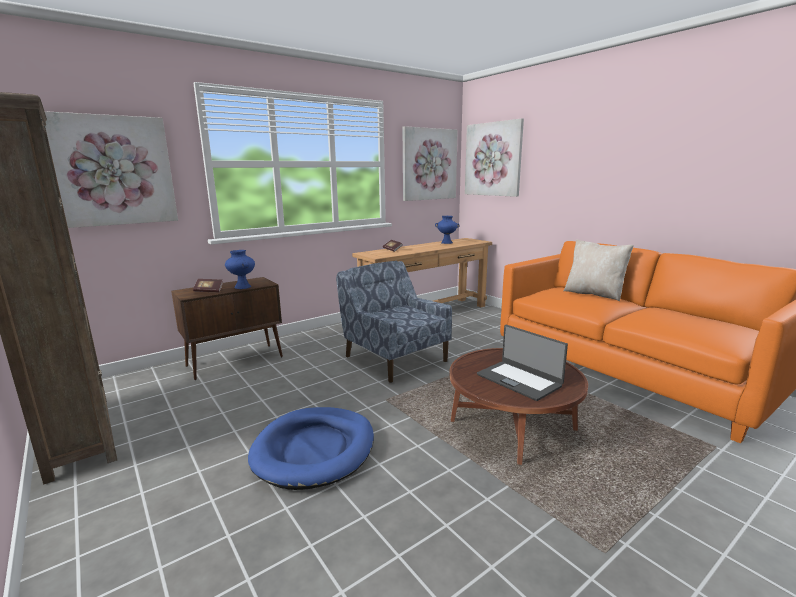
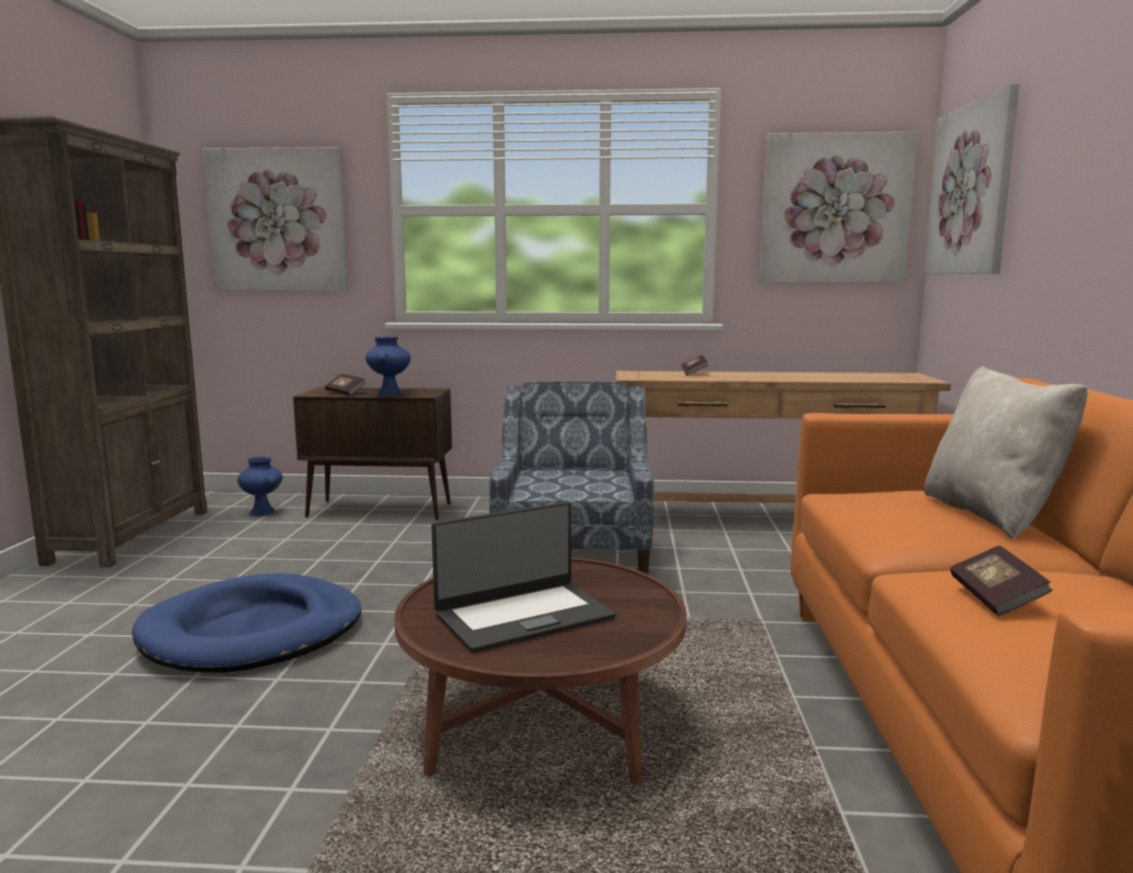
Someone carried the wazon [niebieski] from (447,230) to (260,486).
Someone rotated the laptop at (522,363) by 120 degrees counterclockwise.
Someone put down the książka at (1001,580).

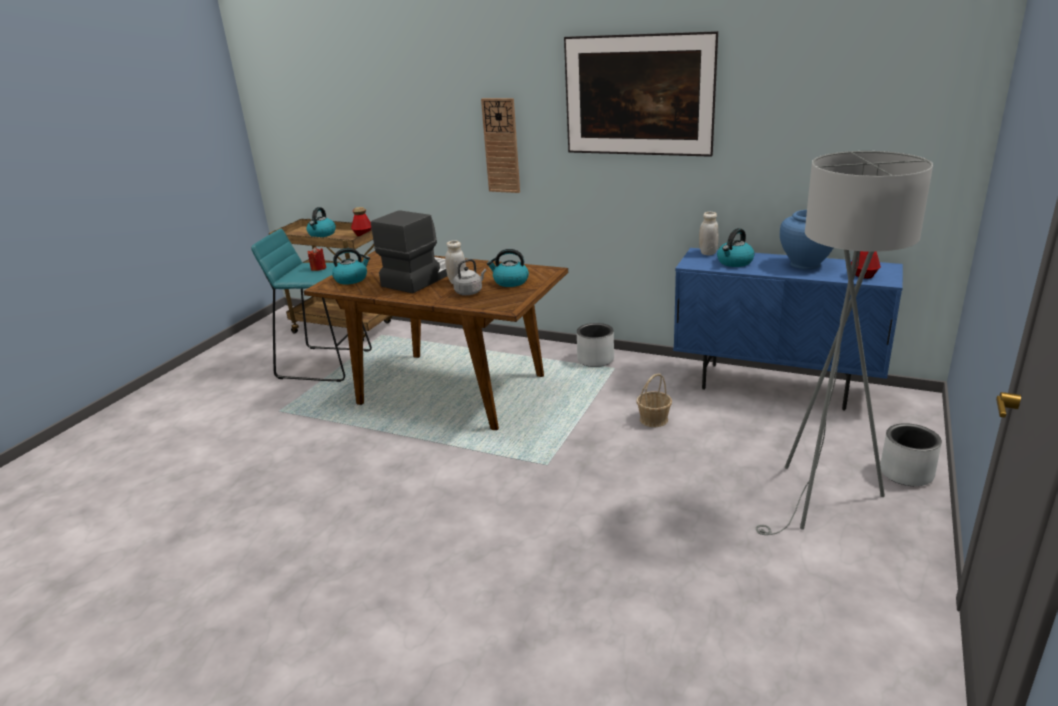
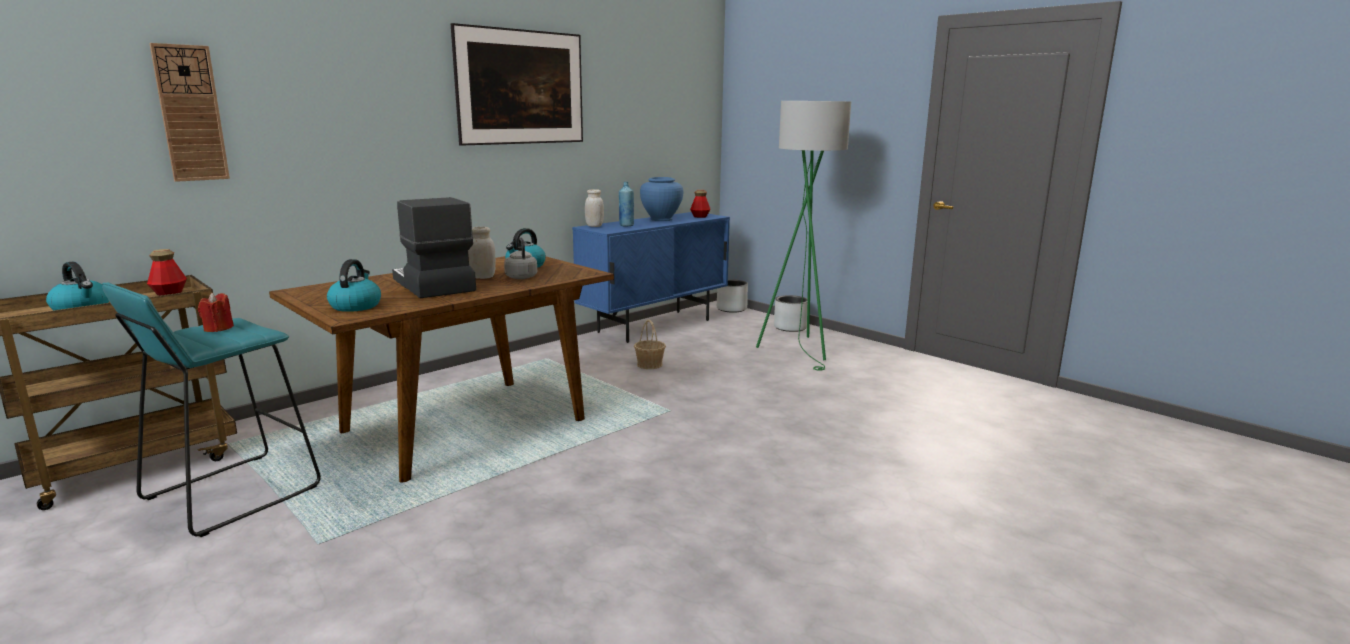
Someone carried the zegar ścienny from (500,145) to (189,112).
Someone repainted the lampa stojąca [szary] at (844,343), which became the lampa stojąca [zielony] at (803,236).
Someone swapped the czajnik at (736,247) for the butelka [niebieski] at (626,204).
Someone carried the donica [szary] from (595,345) to (732,296).

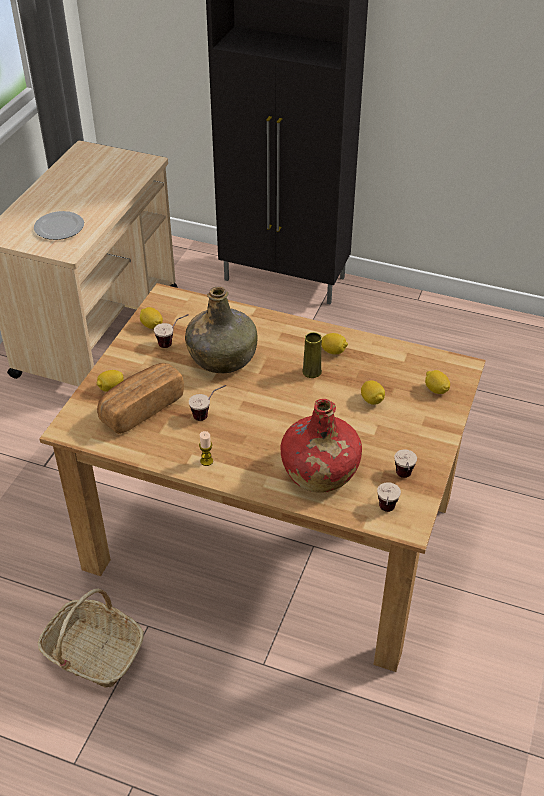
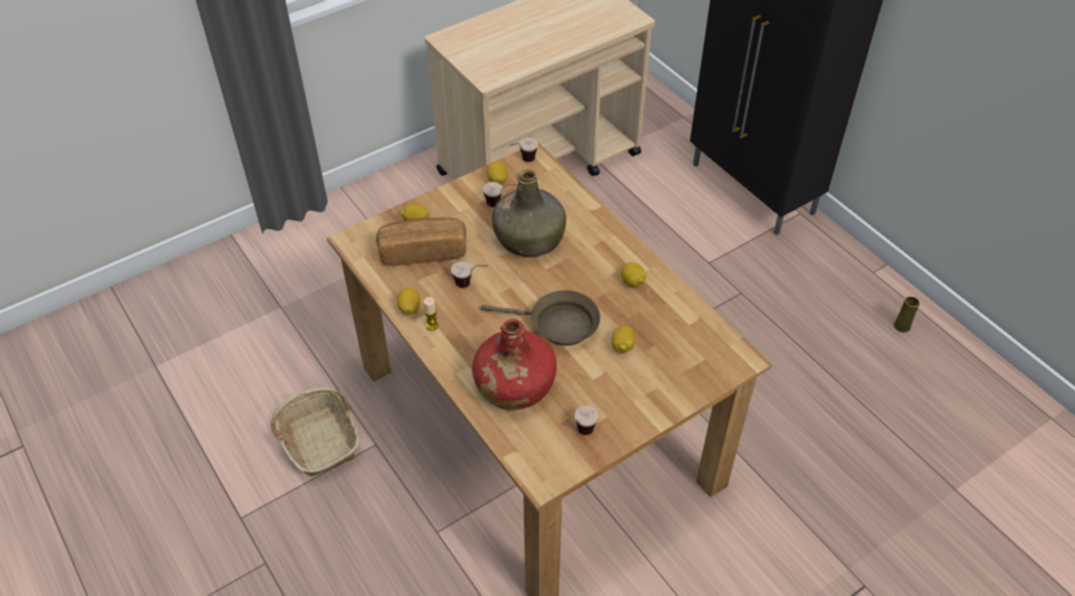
Someone took away the talerz at (59,225).
Someone carried the wazon [żółty] from (312,355) to (907,314).
Someone carried the cytryna from (437,382) to (408,300).
Someone carried the filiżanka from (389,497) to (523,150).
Someone put down the patelnia [brązowy] at (540,318).

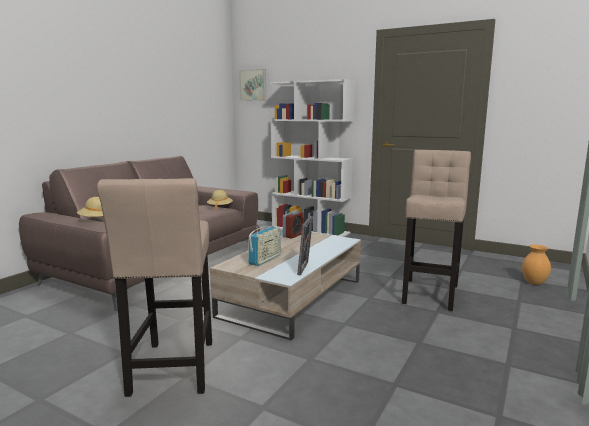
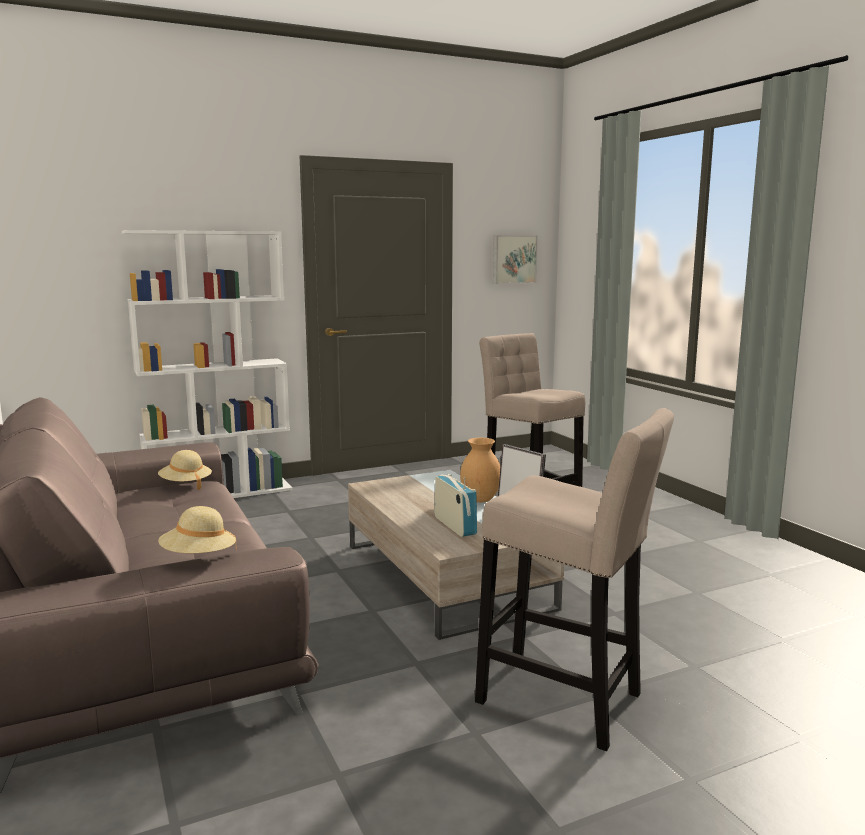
Someone carried the obraz from (252,85) to (515,259).
Someone took away the budzik at (293,225).
Someone carried the wazon [brązowy] from (536,265) to (480,470).

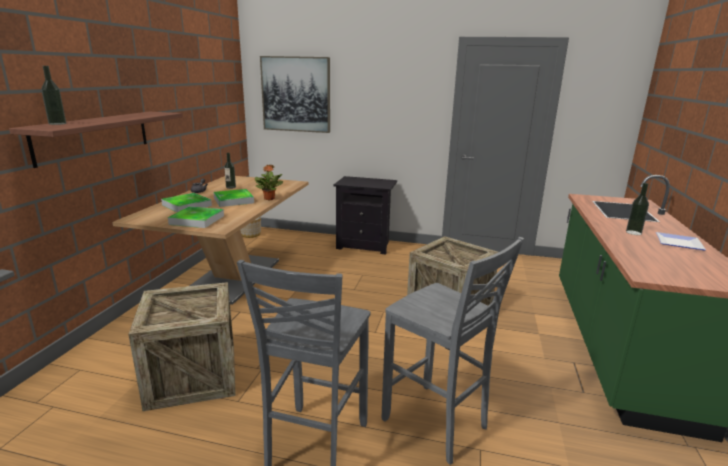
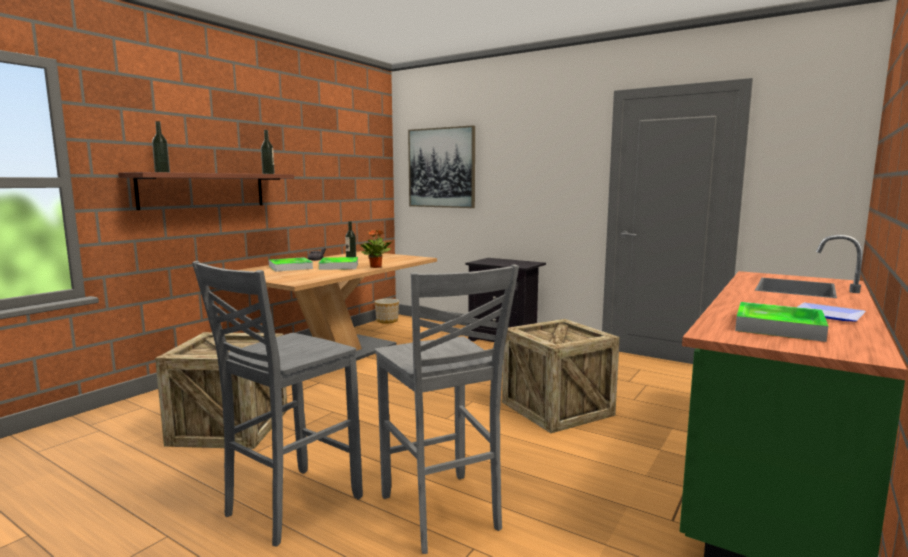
Someone carried the butelka from (637,209) to (268,152).
Someone carried the taca from (196,217) to (781,322).

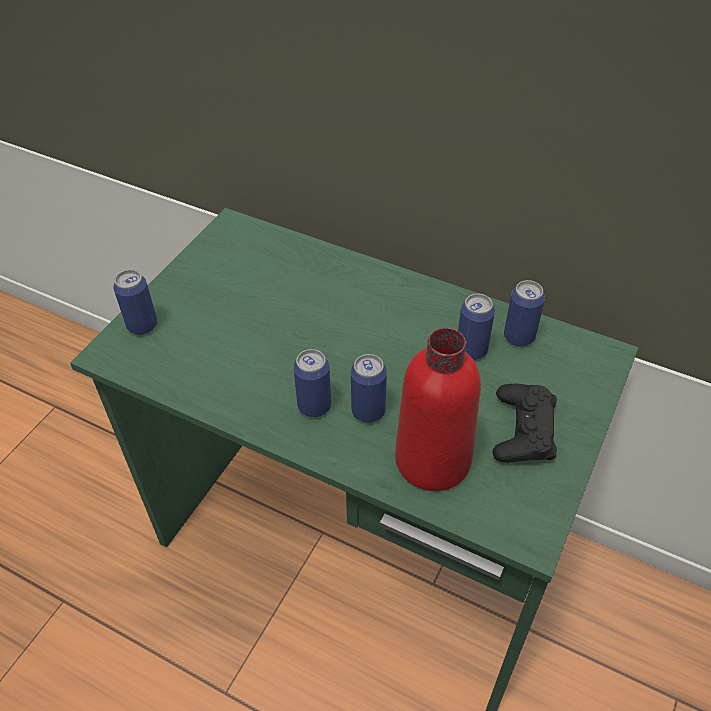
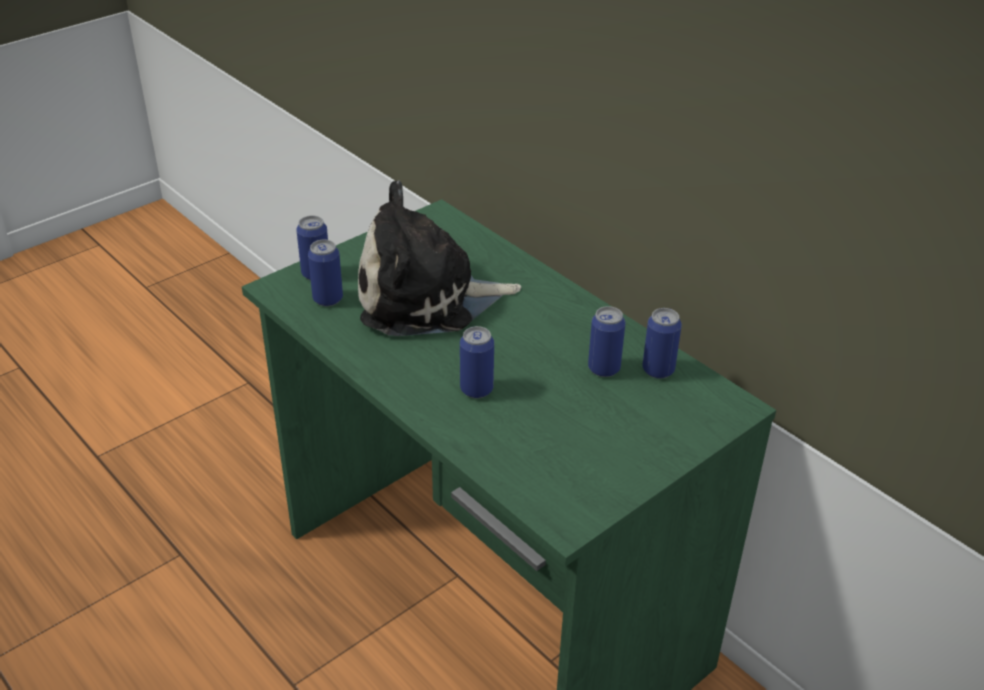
Someone took away the butelka [czerwony] at (438,409).
Someone carried the puszka from (312,383) to (325,272).
Someone took away the pad do gier [czarny] at (524,423).
Someone put down the pluszak at (439,258).

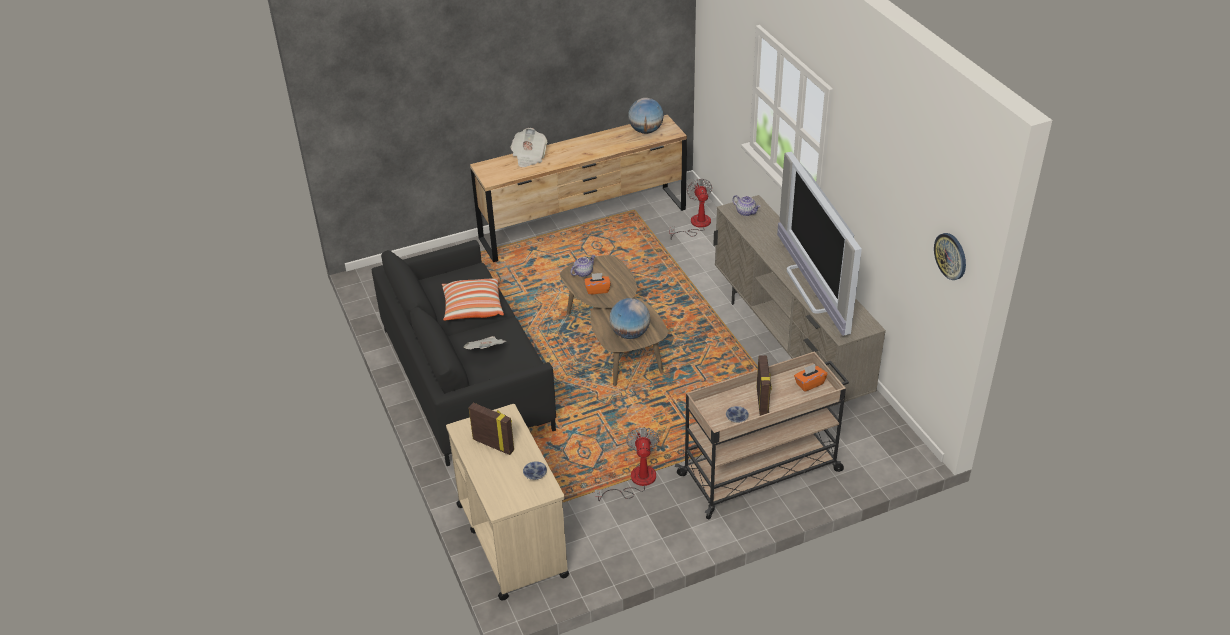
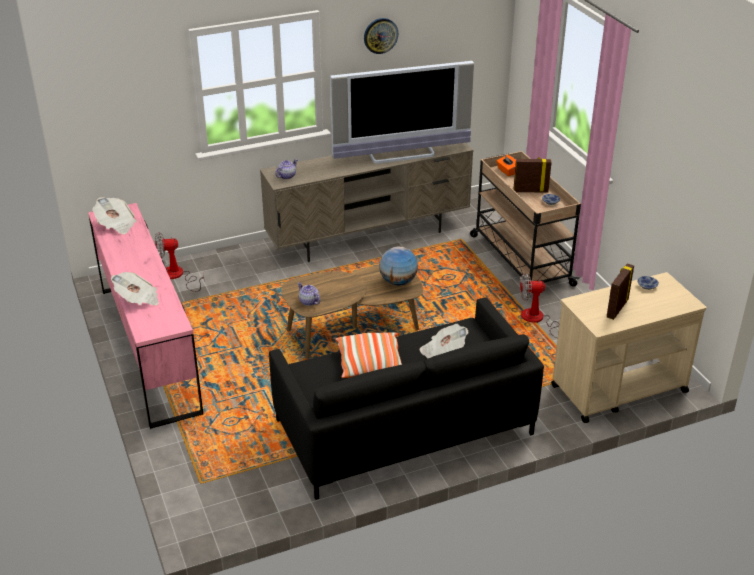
Someone swapped the globus at (646,116) for the gazeta at (114,215).
Someone repainted the komoda [brązowy] at (578,188), which became the komoda [różowy] at (145,316).
Someone carried the zegar ścienny from (950,256) to (381,36).
Someone took away the pudełko chusteczek [pomarańczowy] at (597,284).

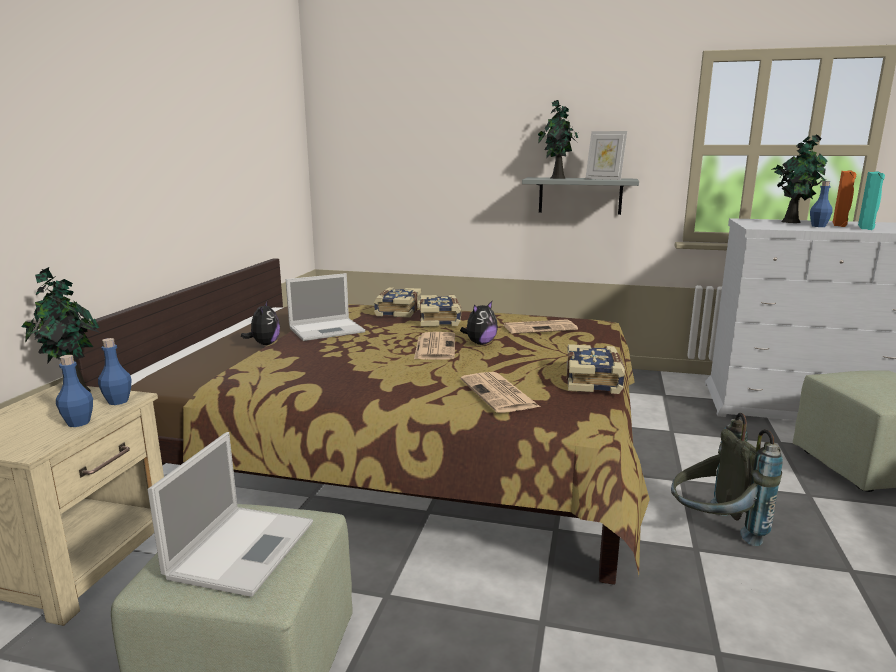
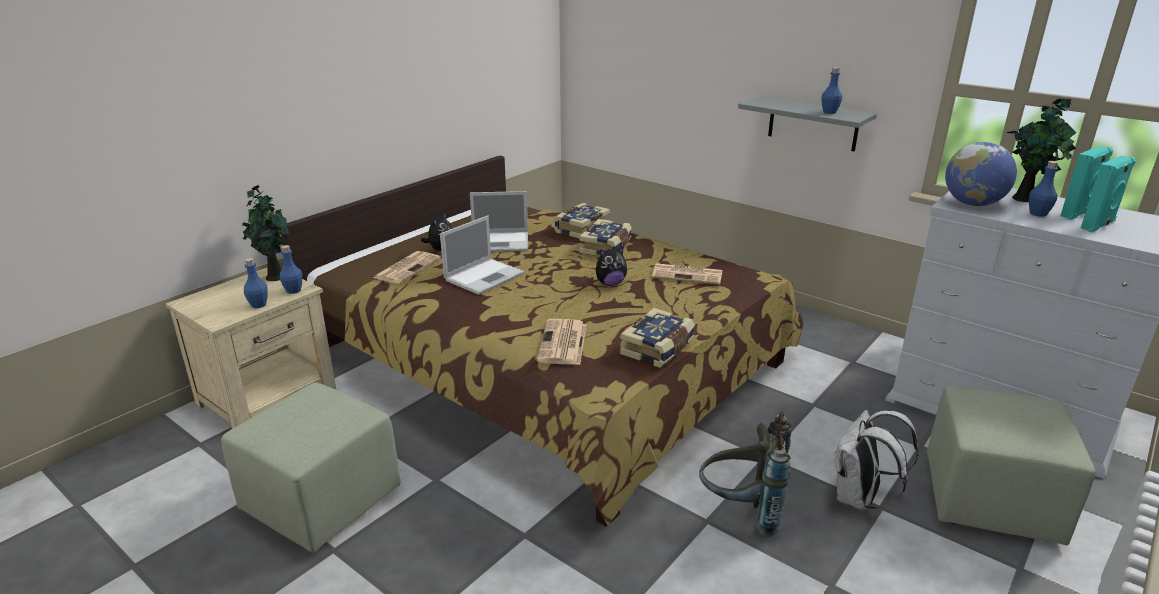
Someone took away the roślina doniczkowa at (558,139).
Someone swapped the ramka na zdjęcie at (606,155) for the butelka [niebieski] at (832,90).
Someone repainted the głośnik [pomarańczowy] at (844,198), which became the głośnik [turkusowy] at (1086,183).
Someone carried the gazeta from (434,345) to (406,267).
Someone carried the laptop from (230,514) to (482,255).
Someone put down the globus at (981,174).
Someone put down the plecak [biały] at (876,460).

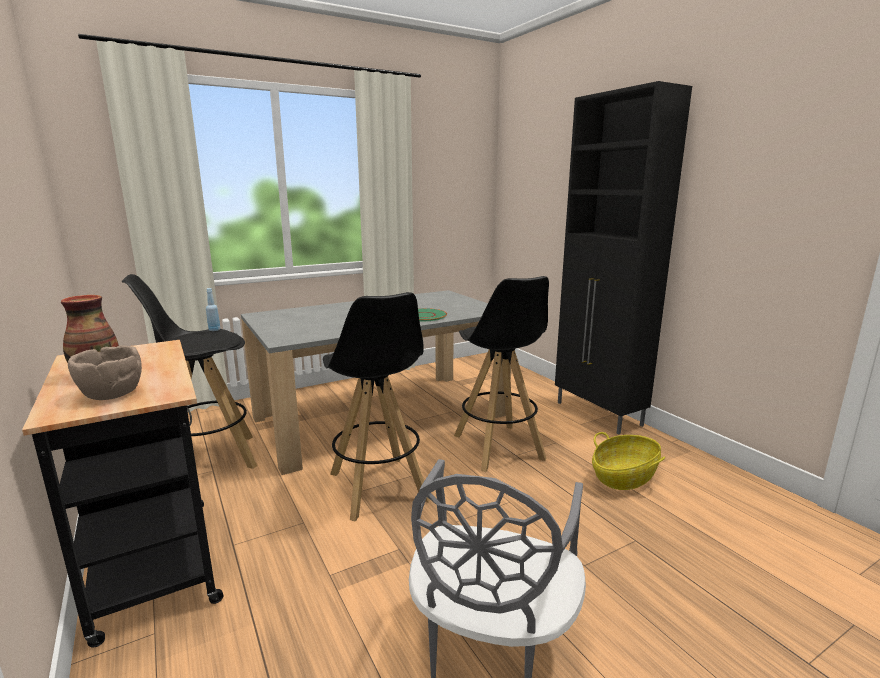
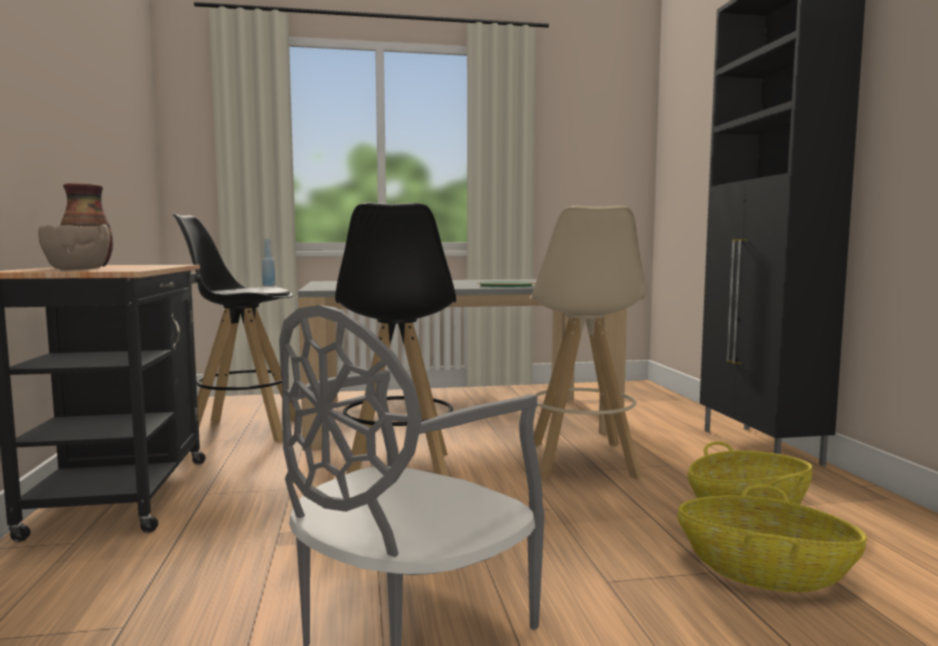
Someone repainted the stołek [czarny] at (501,374), which became the stołek [beżowy] at (587,342).
Someone put down the koszyk at (772,538).

